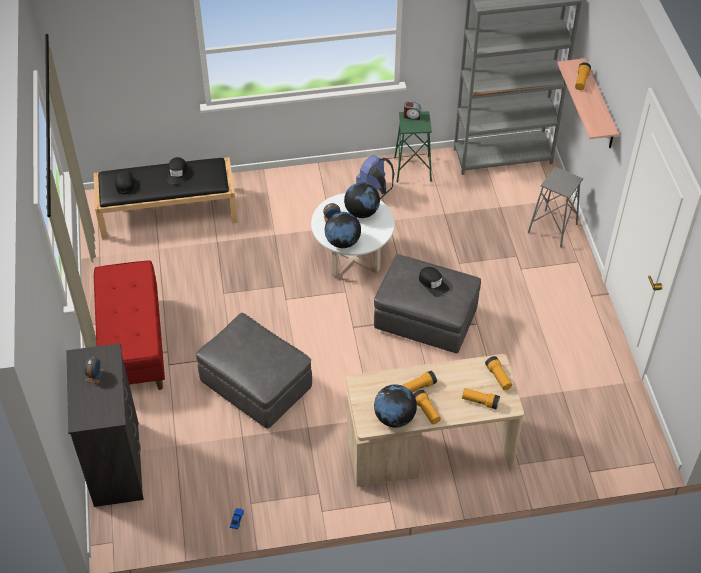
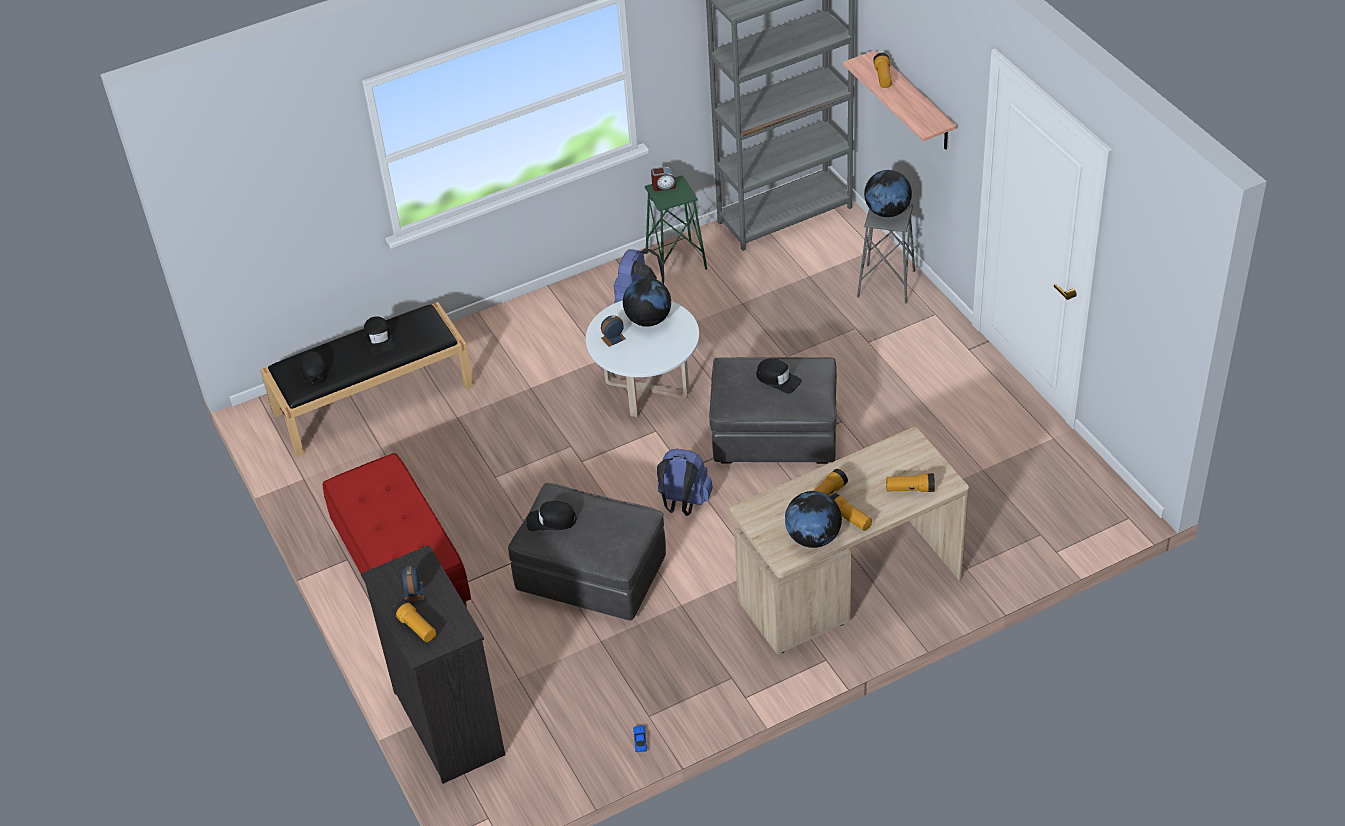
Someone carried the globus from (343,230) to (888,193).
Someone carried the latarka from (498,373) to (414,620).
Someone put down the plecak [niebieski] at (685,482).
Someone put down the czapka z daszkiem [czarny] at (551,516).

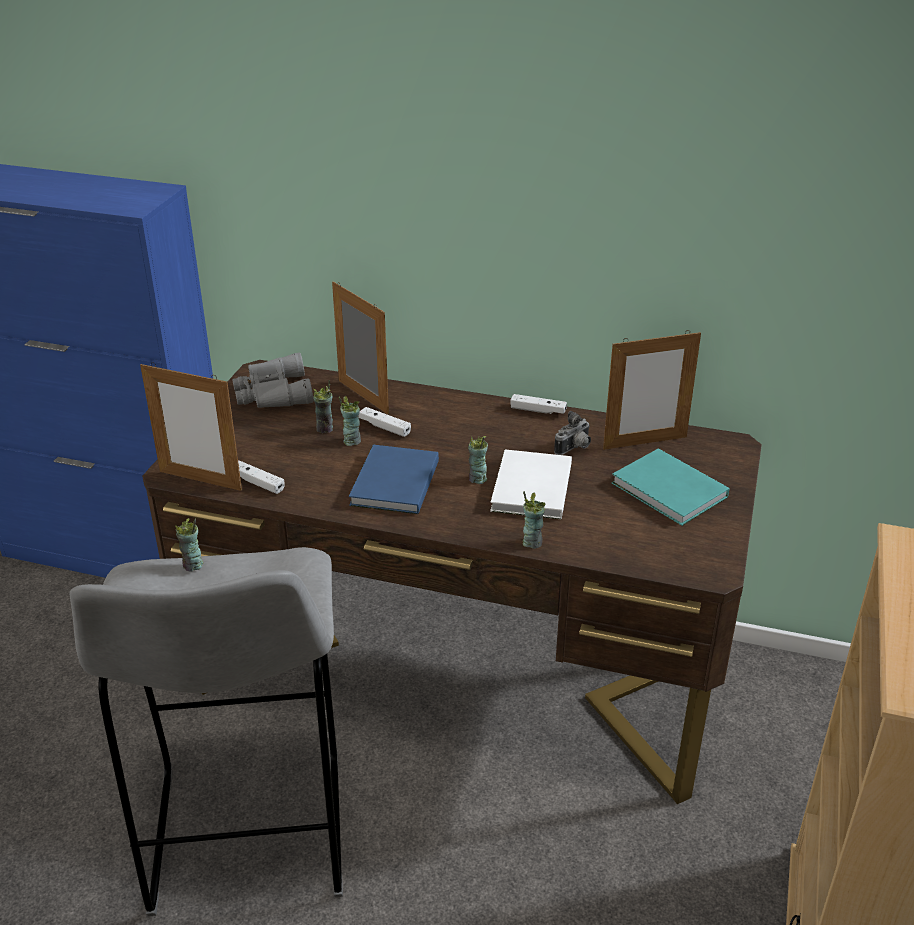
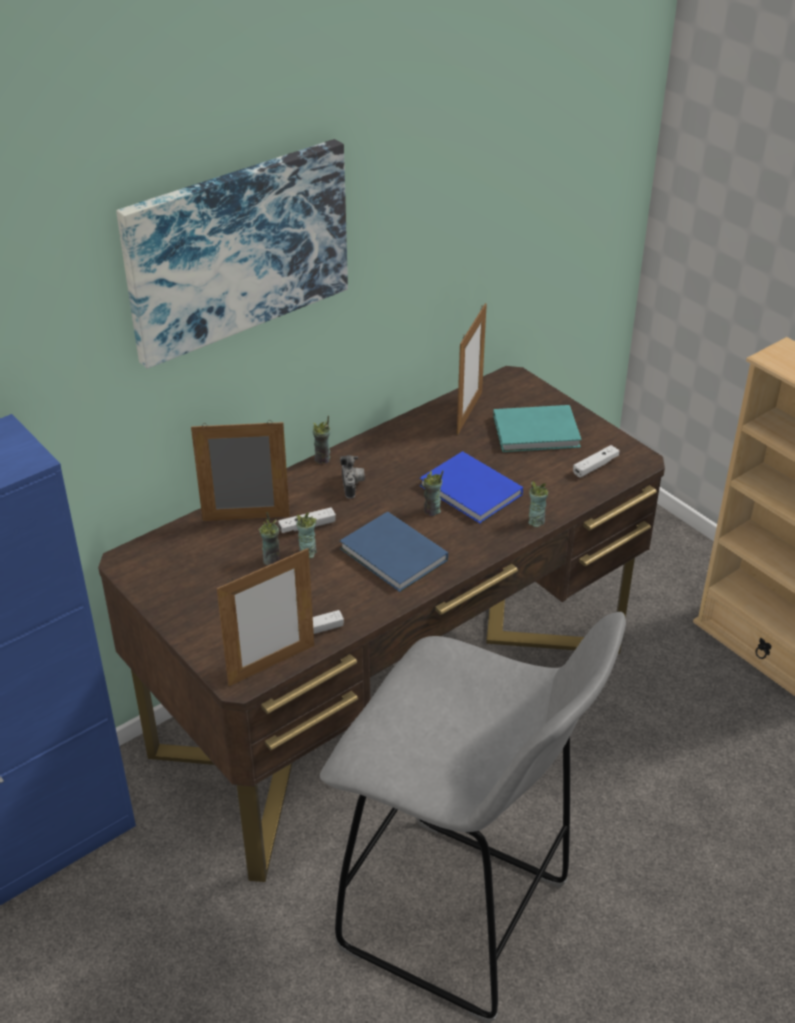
Someone took away the lornetka [szary] at (272,380).
Someone carried the pad do gier [biały] from (538,404) to (596,461).
Someone carried the aparat fotograficzny from (572,433) to (352,477).
Someone repainted the książka [biały] at (531,484), which became the książka [niebieski] at (471,487).
Someone carried the filiżanka from (189,545) to (322,439).
Someone put up the obraz at (232,254).

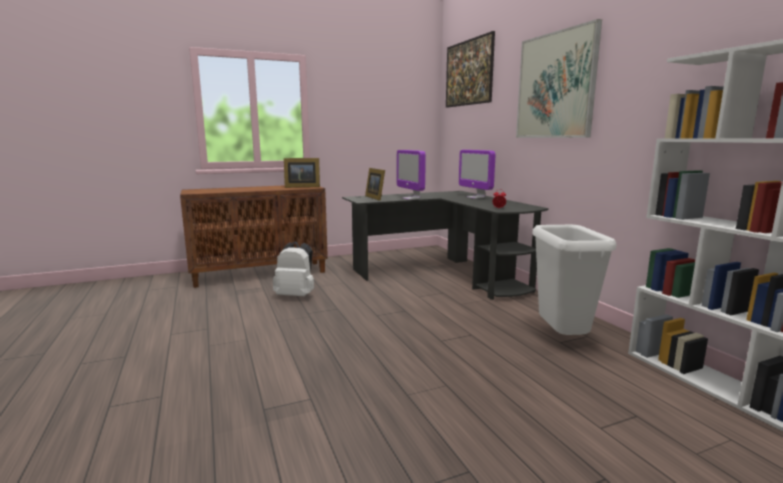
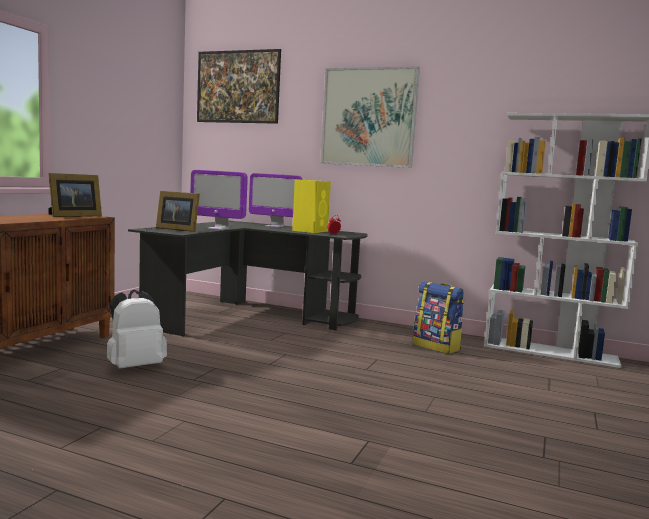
Someone swapped the kosz na śmieci [biały] at (574,280) for the plecak at (438,318).
Someone put down the głośnik [żółty] at (311,206).

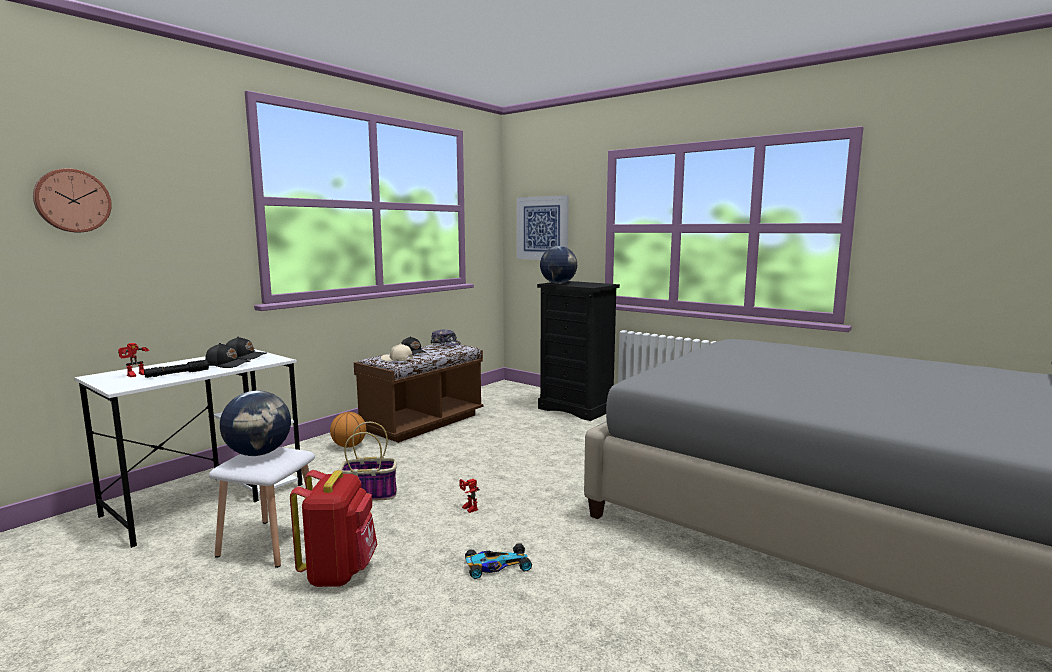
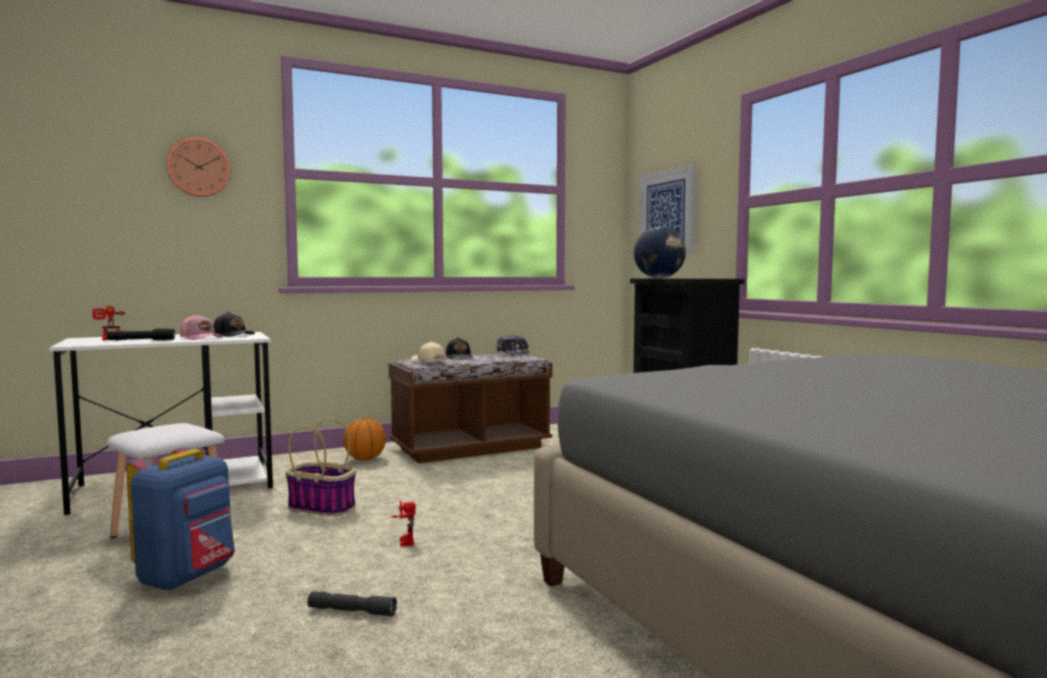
Someone carried the zegar ścienny from (72,200) to (198,167).
Someone repainted the czapka z daszkiem [czarny] at (227,355), which became the czapka z daszkiem [różowy] at (201,327).
Someone took away the globus at (255,423).
Someone repainted the plecak [czerwony] at (333,528), which became the plecak [niebieski] at (180,519).
Someone swapped the samochodzik at (498,561) for the latarka [szary] at (352,604).

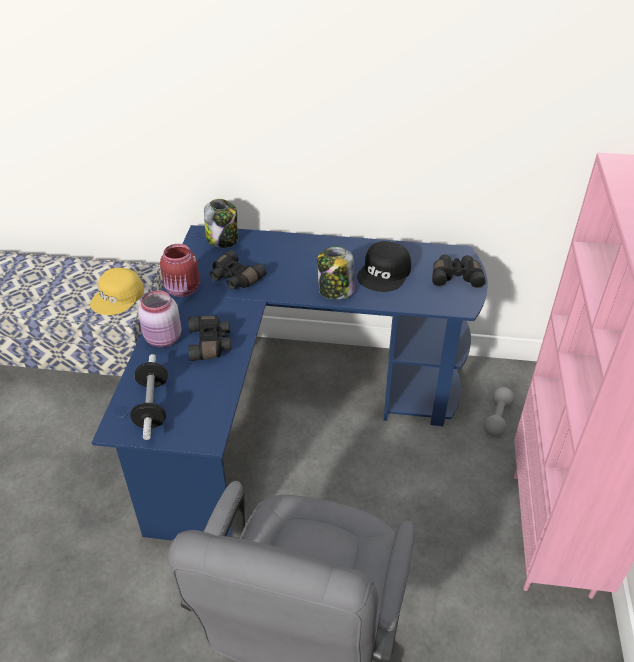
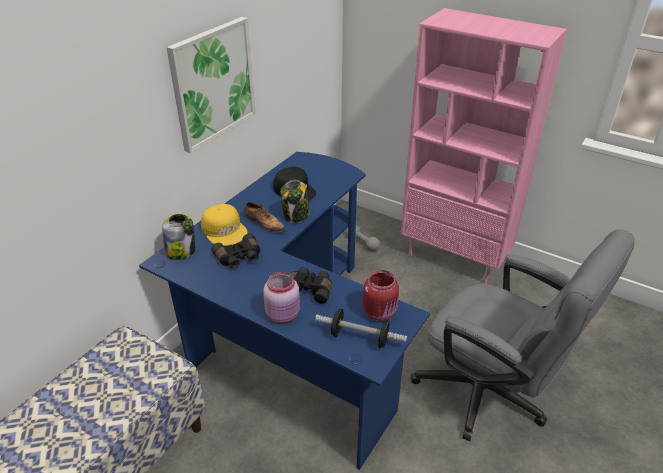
Someone carried the słoik [czerwony] from (180,270) to (381,295).
Someone took away the lornetka [czarny] at (459,271).
Someone carried the czapka z daszkiem [żółty] from (117,291) to (224,225).
Someone put up the obraz at (211,85).
Someone put down the but at (265,217).

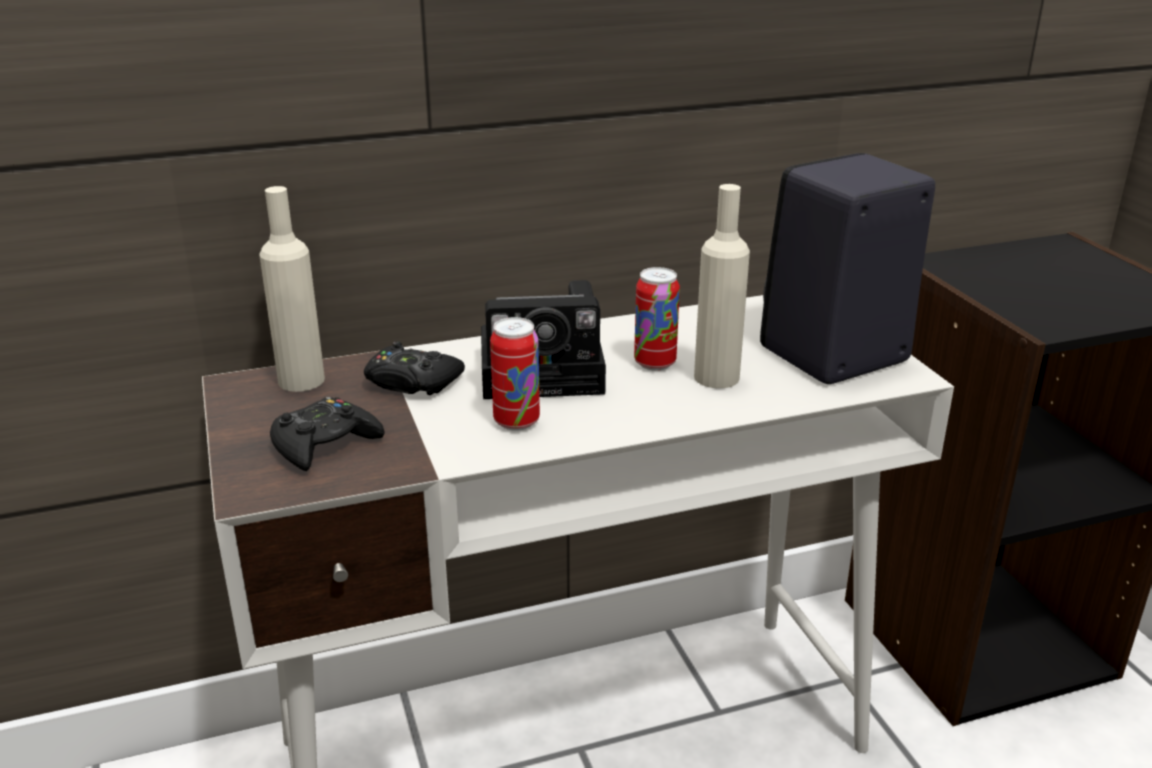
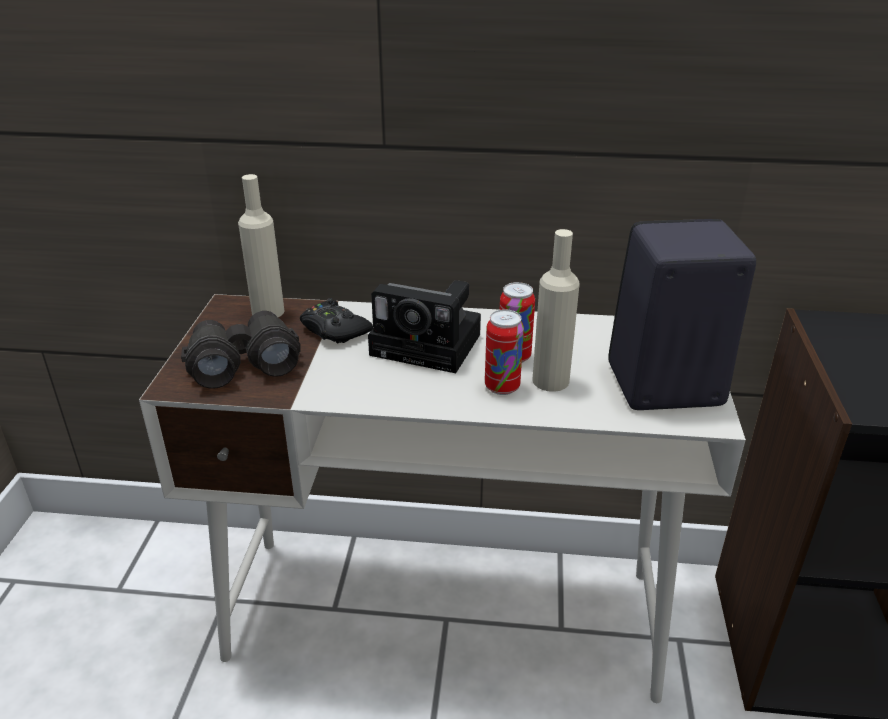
Someone carried the puszka from (515,374) to (504,352).
Someone swapped the pad do gier [czarny] at (327,434) for the lornetka [czarny] at (241,350).

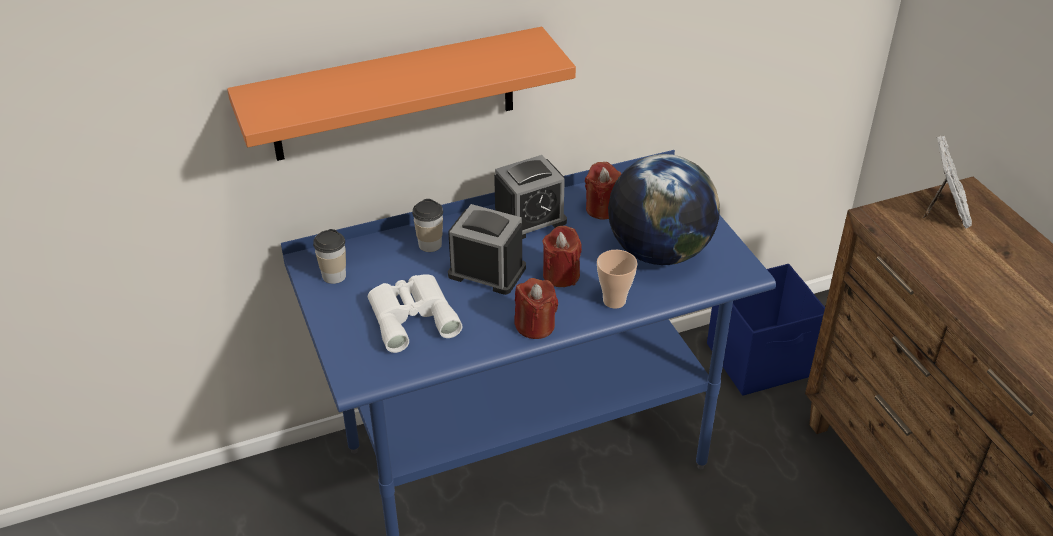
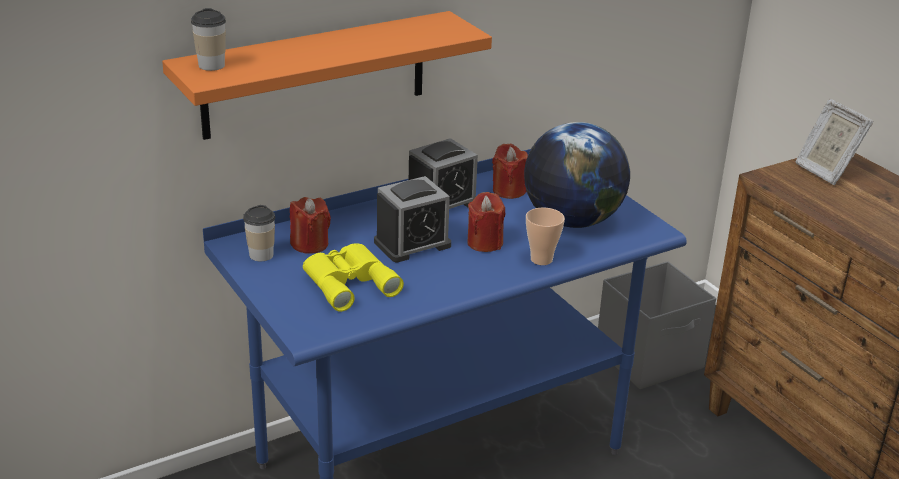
Someone rotated the ramka na zdjęcie at (947,182) by 150 degrees clockwise.
Someone carried the filiżanka from (427,225) to (208,39).
Someone rotated the budzik at (487,249) by 135 degrees clockwise.
Someone repainted the pojemnik do przechowywania [niebieski] at (766,330), which became the pojemnik do przechowywania [szary] at (657,325).
Someone repainted the lornetka [biały] at (415,313), which became the lornetka [żółty] at (353,277).
Someone carried the świeca [czerwony] from (536,308) to (310,225).

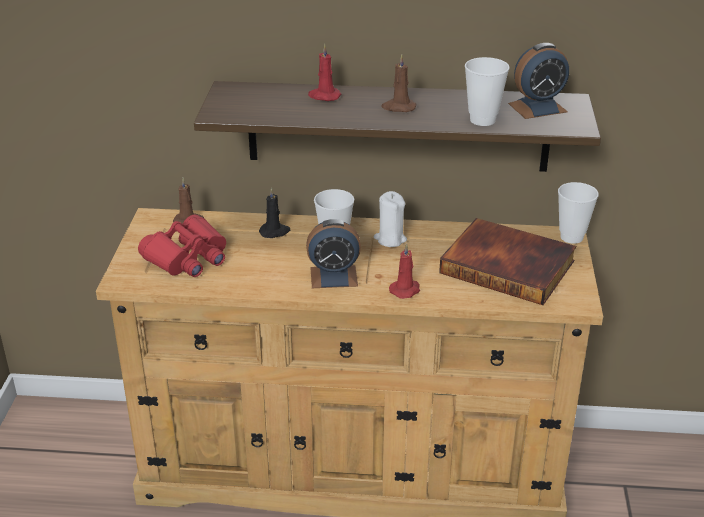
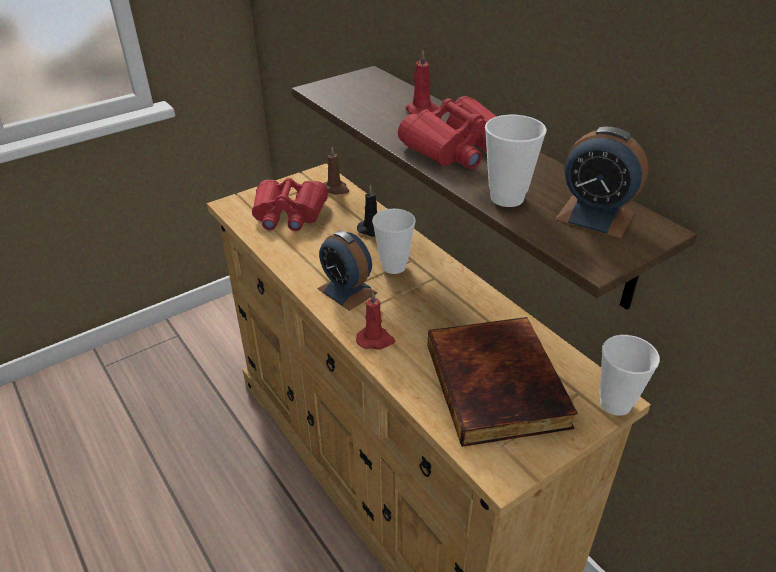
Someone swapped the świeca [brązowy] at (399,83) for the lornetka [czerwony] at (447,132).
Someone took away the świeca [biały] at (390,219).

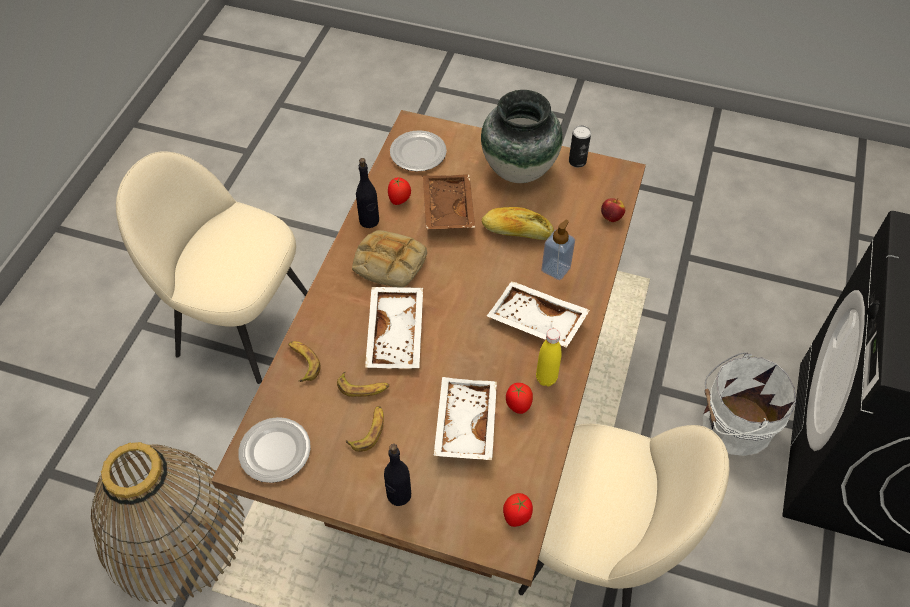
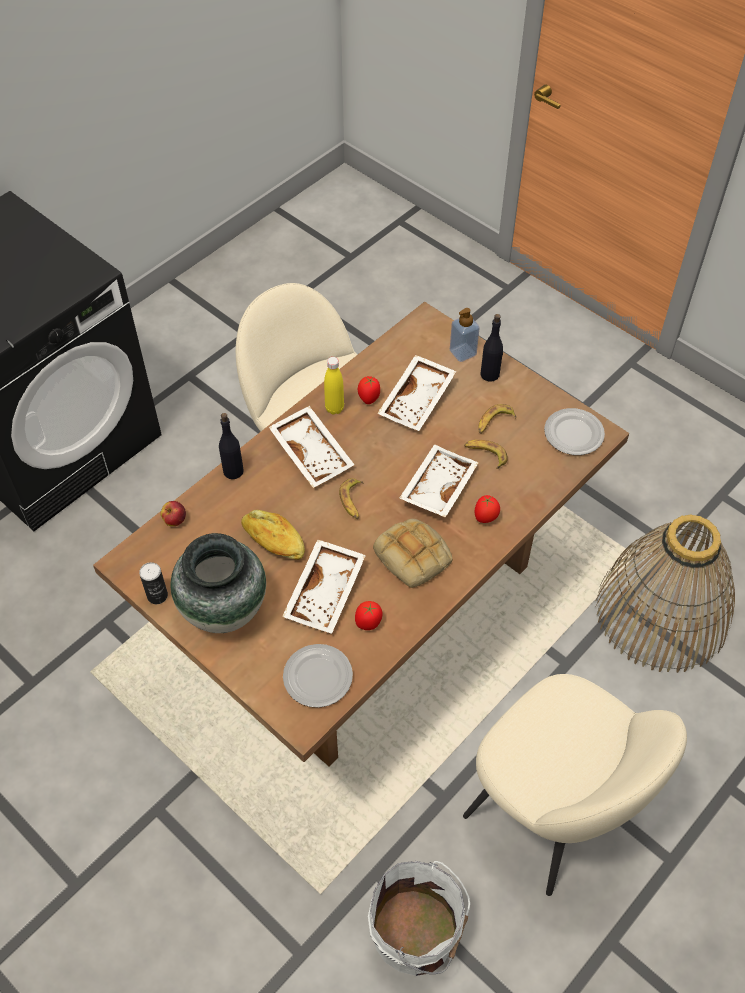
Someone carried the butelka [czarny] from (367,193) to (231,446).
Someone repainted the taca [brązowy] at (449,201), which became the taca [biały] at (324,586).
Someone carried the dozownik mydła from (558,250) to (465,335).
Someone carried the banan from (304,361) to (351,498).
Someone carried the wiadro [biały] from (749,404) to (419,918).
Someone carried the pomidor from (518,510) to (487,509).

